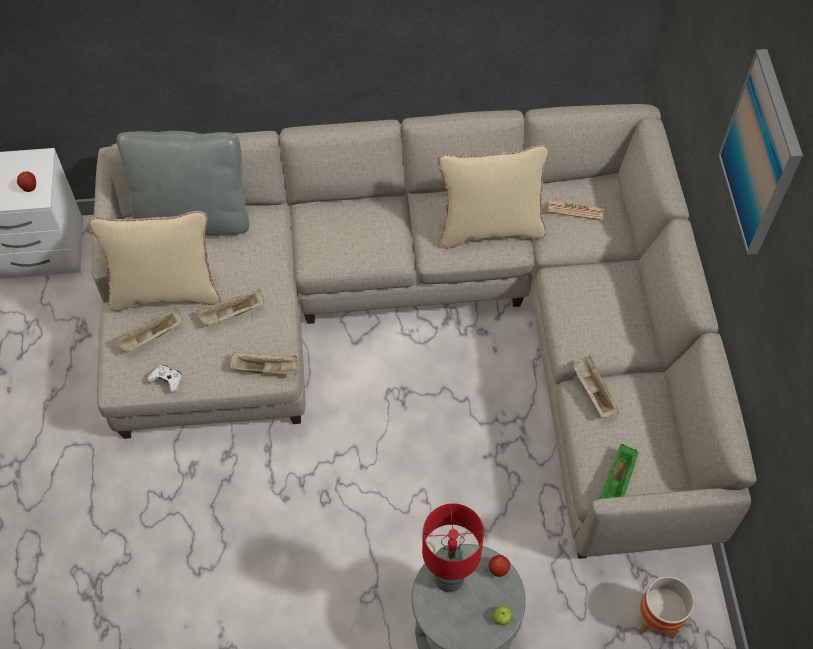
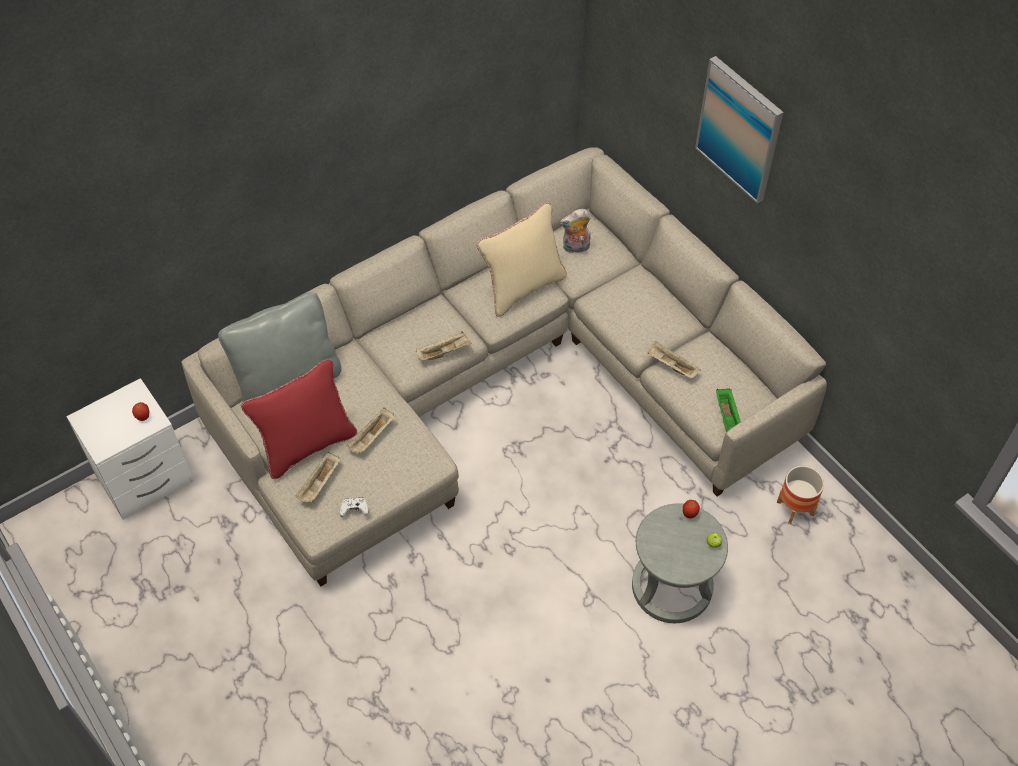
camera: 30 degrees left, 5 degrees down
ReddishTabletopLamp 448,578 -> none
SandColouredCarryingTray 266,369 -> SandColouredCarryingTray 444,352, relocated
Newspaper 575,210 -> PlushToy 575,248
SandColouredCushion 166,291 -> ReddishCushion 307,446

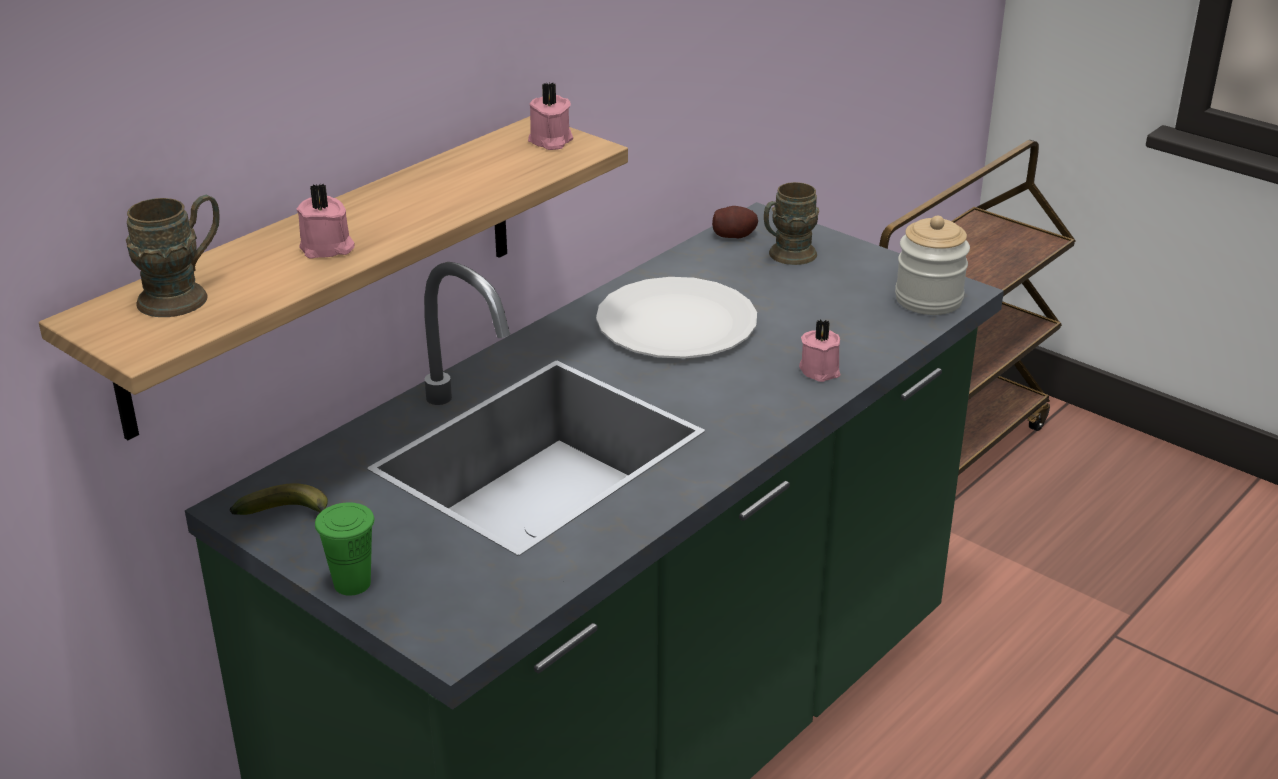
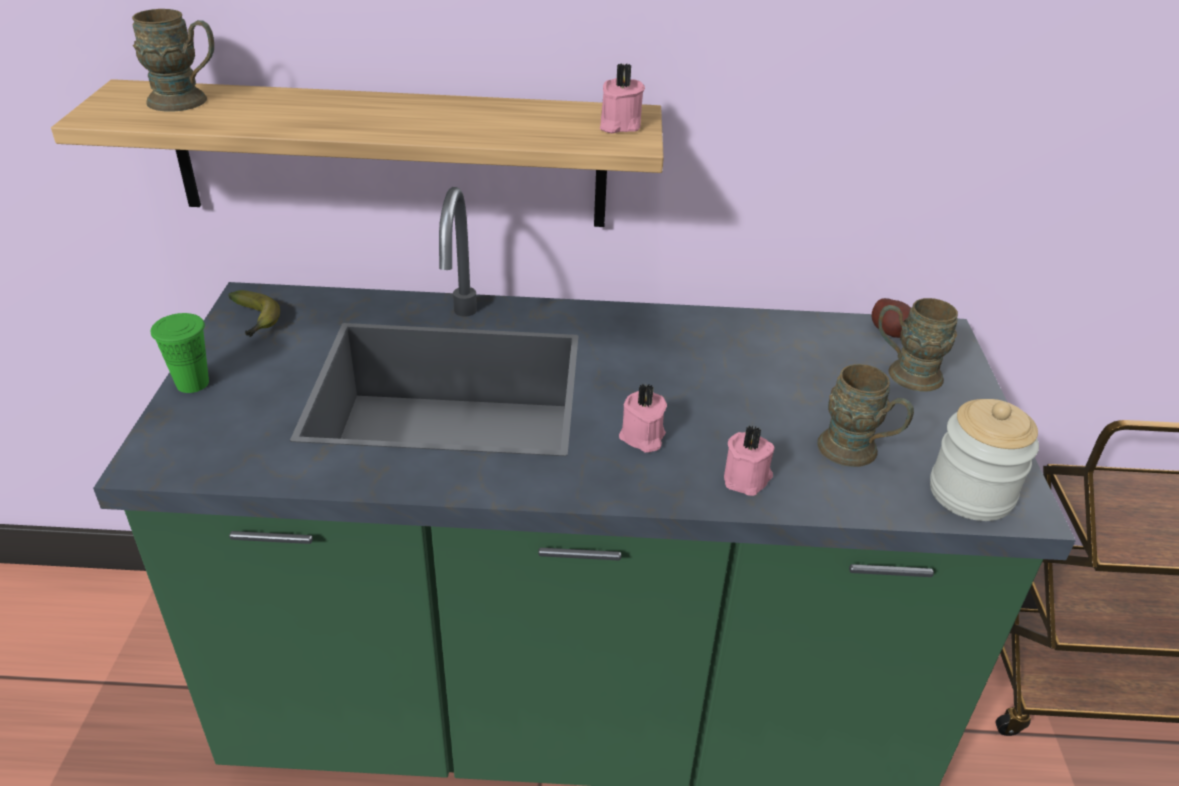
camera: 50 degrees right, 5 degrees up
WhitePlate 676,323 -> none
none -> BrownMug 857,453
PinkColouredCandle 327,248 -> PinkColouredCandle 642,437, relocated

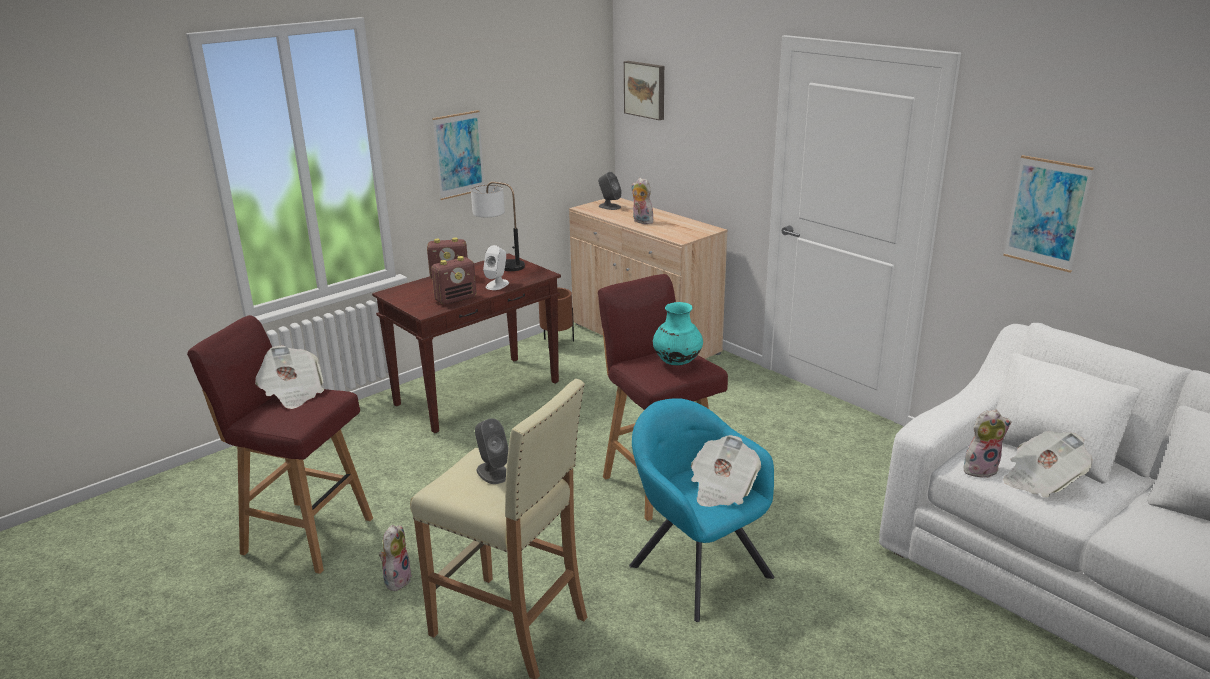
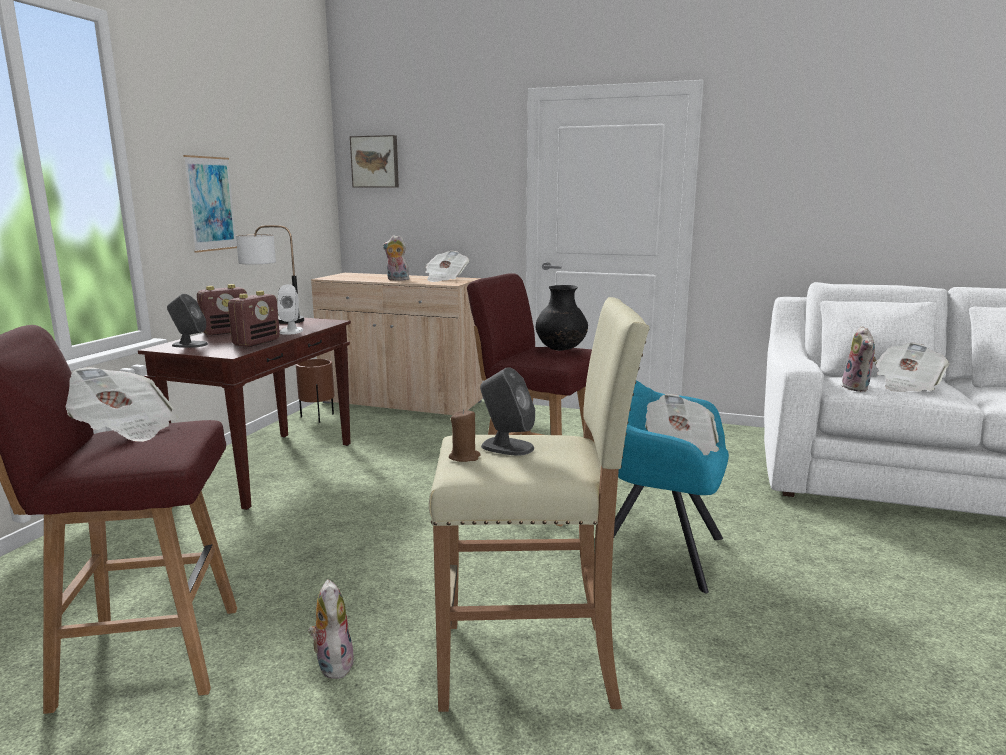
camera: 30 degrees left, 10 degrees down
WallArt 1046,213 -> none
none -> Newspaper 445,279
none -> BrownCandle 464,457
GreyAudioSpeaker 609,206 -> GreyAudioSpeaker 189,344, relocated
TurquoiseColouredDecorativeVase 677,362 -> BlackDecorativeVase 560,349
PlushToy 980,469 -> PlushToy 858,388, 135 degrees clockwise

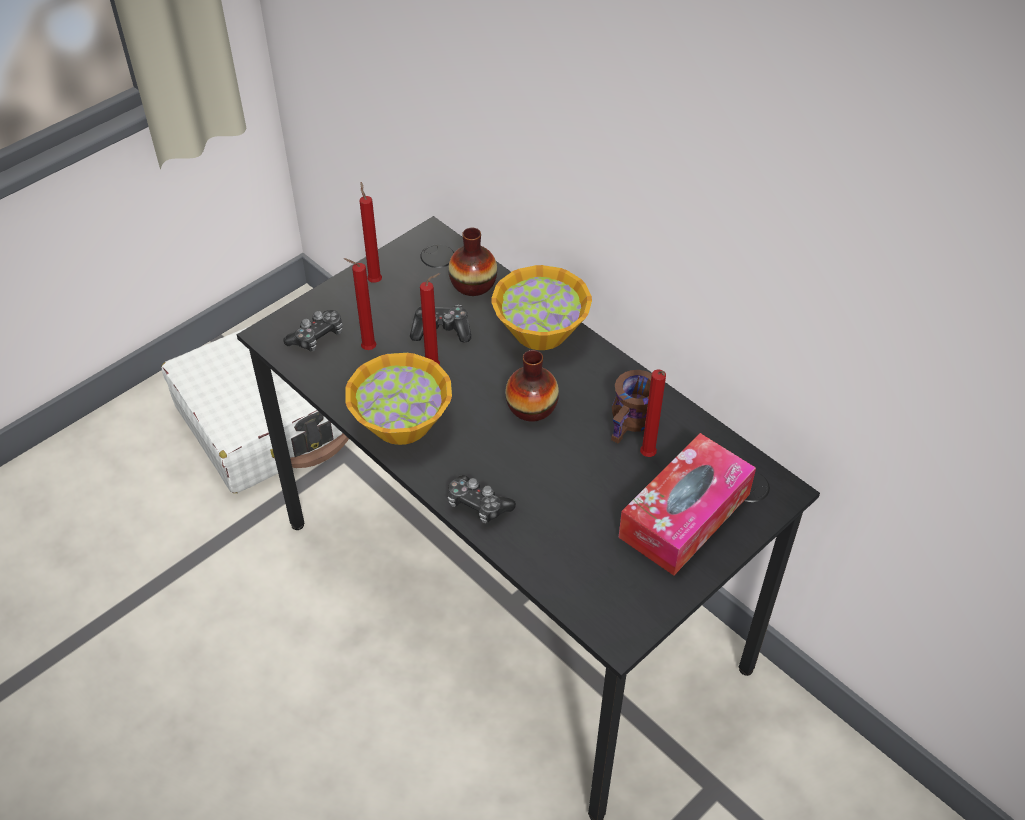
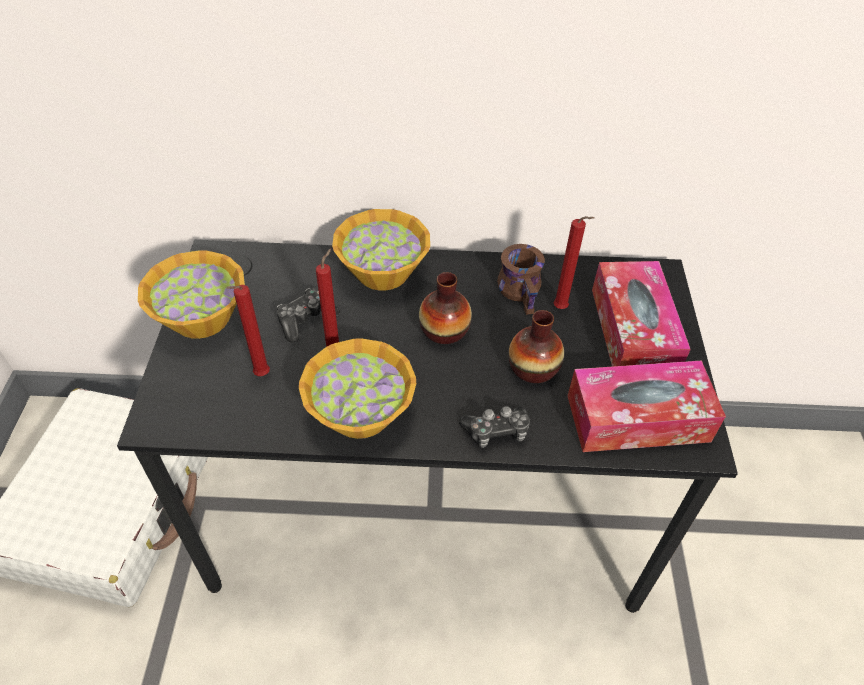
camera: 45 degrees left, 0 degrees up
GameController 317,337 -> none
none -> TissueBox 637,418
DecorativeVase 473,284 -> DecorativeVase 533,368, relocated
ReddishCandle 374,280 -> ServingBowl 201,317

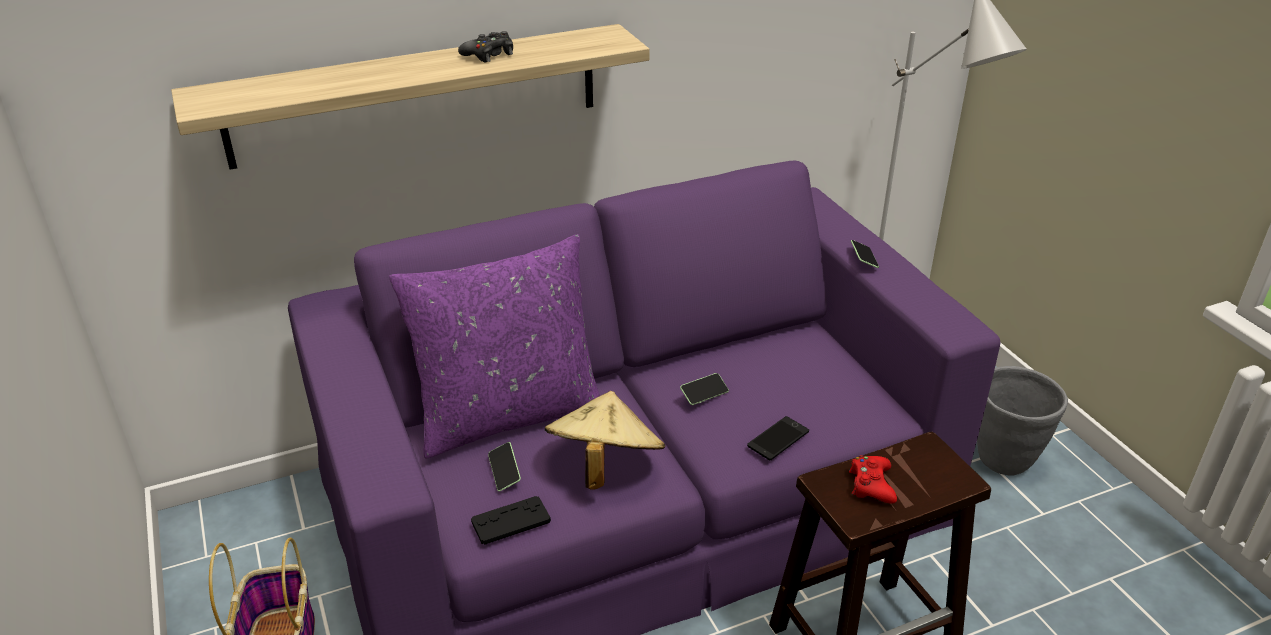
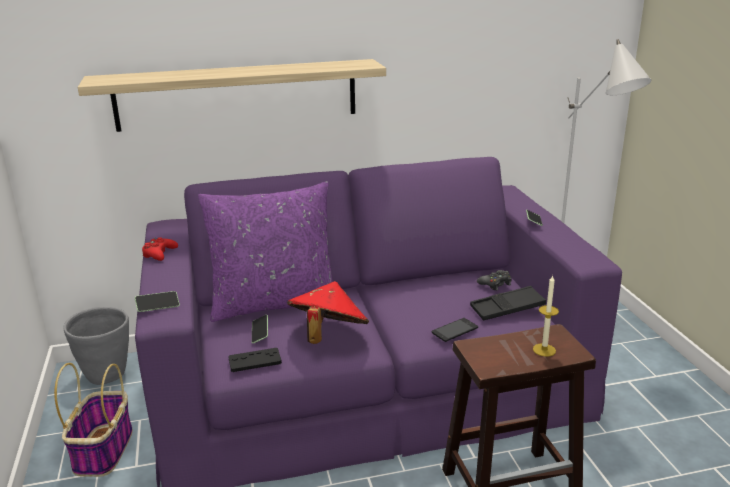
camera: 10 degrees right, 10 degrees down
none -> BlackCarryingTray 507,308
none -> Candle 544,350
BlackGameController 489,54 -> BlackGameController 495,284, relocated
Telephone 704,394 -> Telephone 158,306, relocated
ReddishGameController 871,485 -> ReddishGameController 159,254, relocated
GreyFlowerPot 1004,459 -> GreyFlowerPot 107,375, relocated
SandColouredWearableHat 604,466 -> ReddishWearableHat 328,335

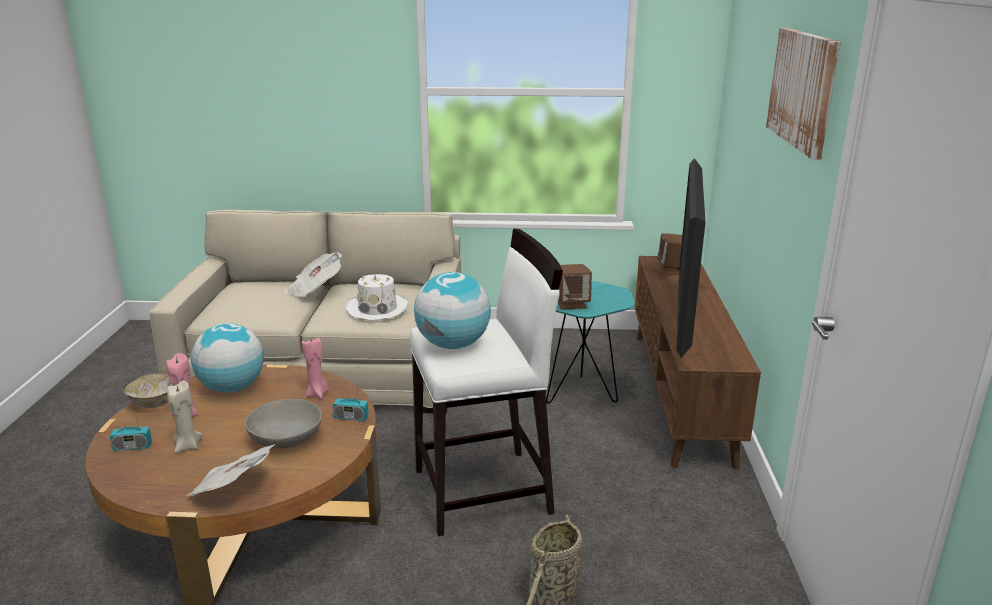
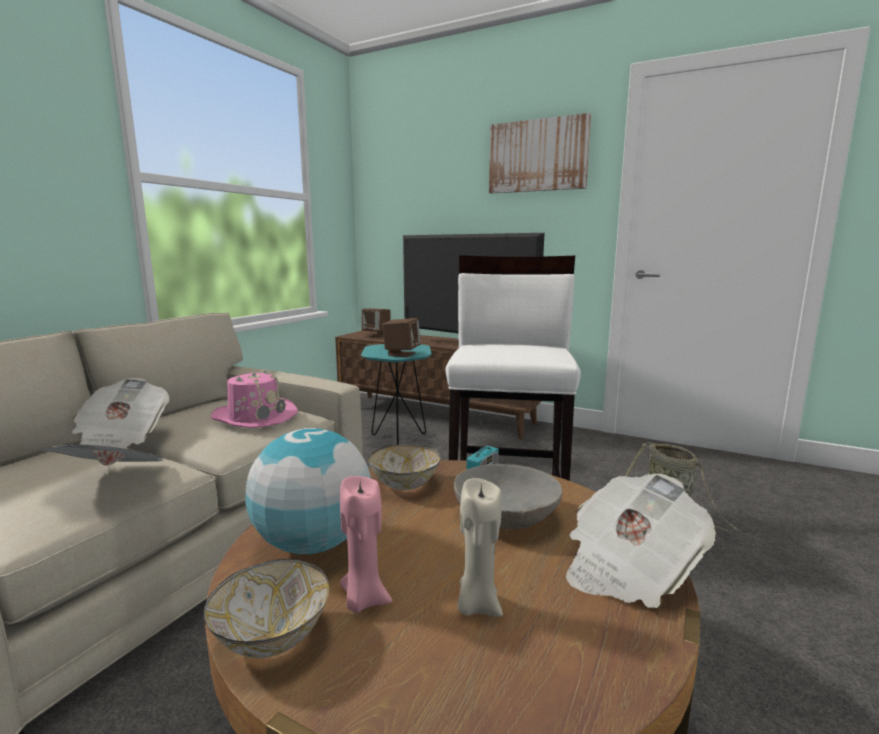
camera: 65 degrees left, 10 degrees down
Radio 132,447 -> none
WorldGlobe 453,345 -> none
none -> Newspaper 116,482
PinkColouredCandle 317,394 -> ServingBowl 406,484
WhiteWearableHat 377,308 -> PinkColouredWearableHat 255,416

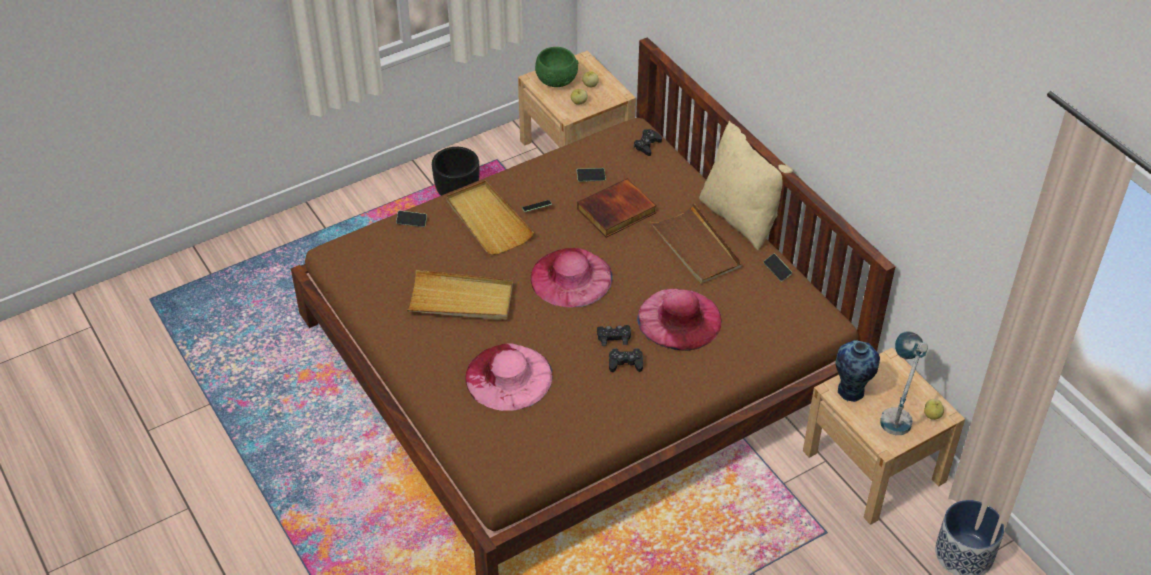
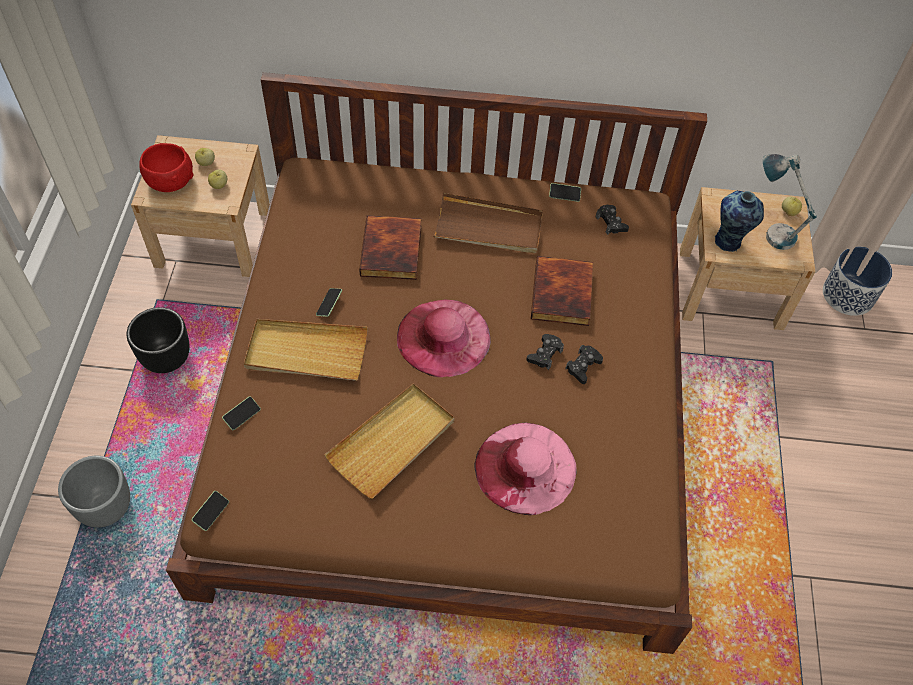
camera: 55 degrees left, 10 degrees up
SandColouredCushion 741,217 -> none
none -> GreyFlowerPot 105,507
Telephone 591,178 -> Telephone 211,513, relocated
BlackGameController 647,145 -> BlackGameController 611,223, relocated
PinkColouredWearableHat 679,319 -> Book 563,294
GreenServingBowl 556,79 -> ReddishServingBowl 170,180

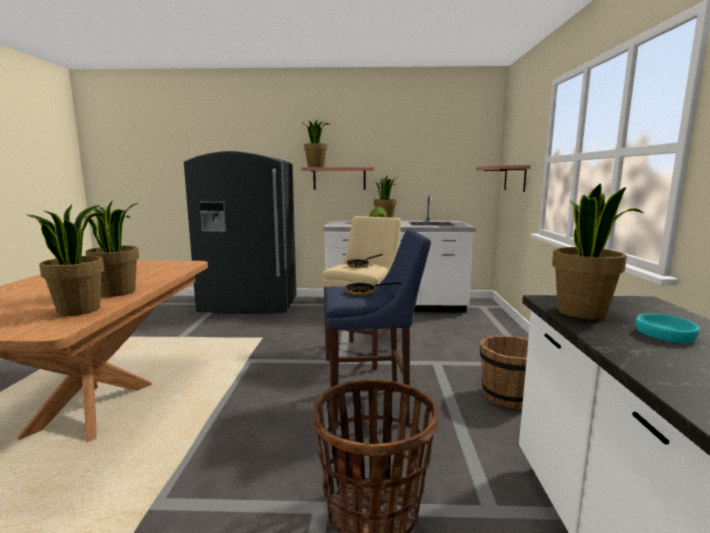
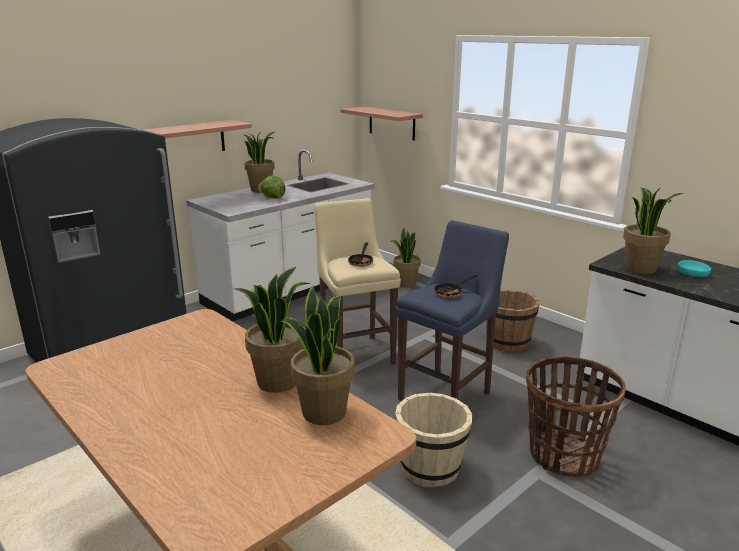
camera: 45 degrees left, 10 degrees up
none -> SandColouredWaterBucket 431,468
Houseplant 316,167 -> Houseplant 406,283, relocated

